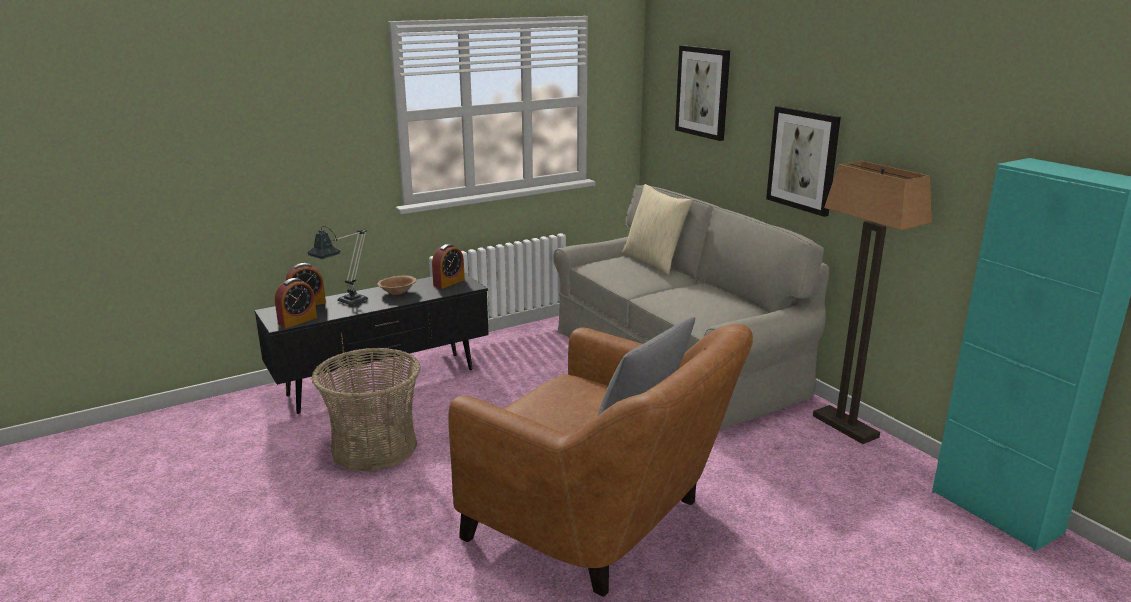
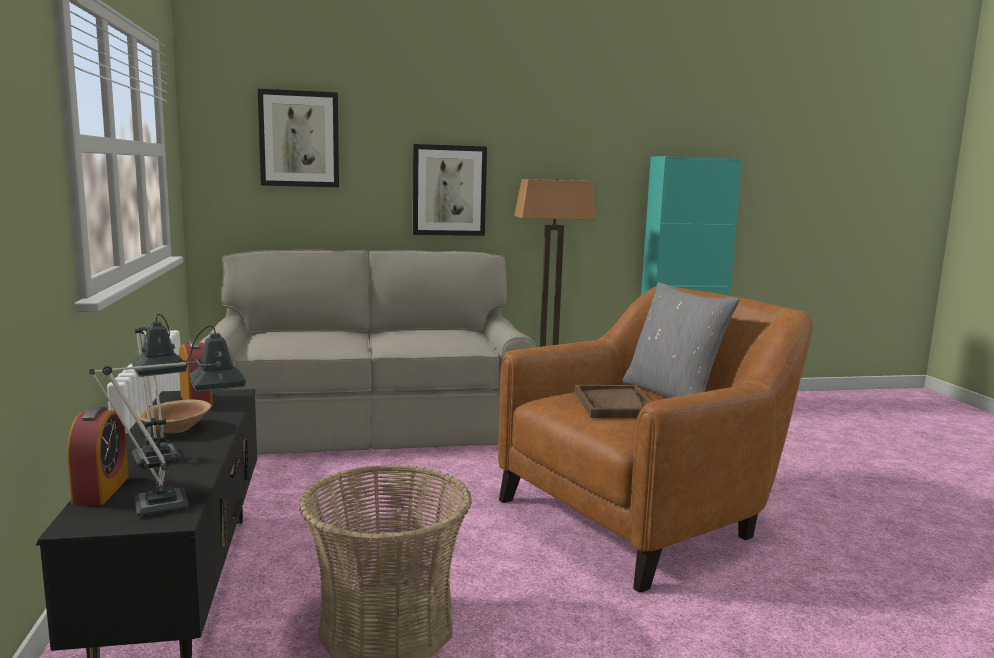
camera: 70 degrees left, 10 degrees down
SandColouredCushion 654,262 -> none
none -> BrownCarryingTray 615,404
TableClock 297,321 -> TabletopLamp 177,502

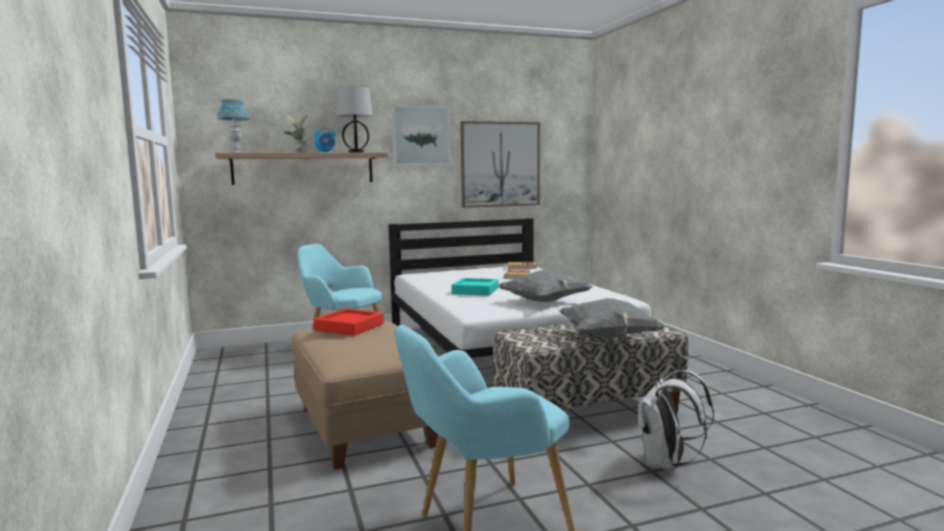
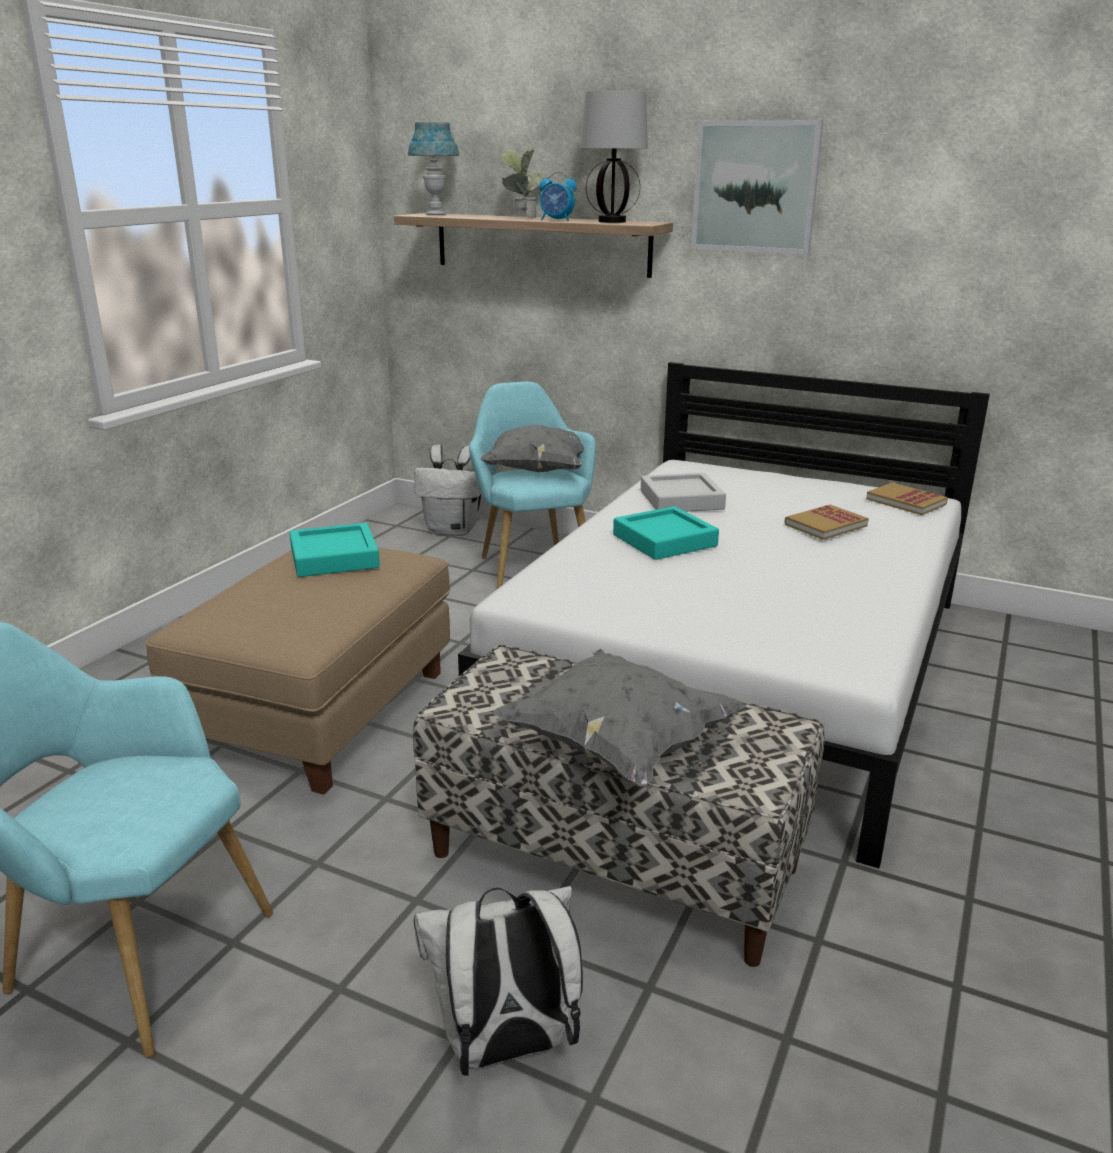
camera: 45 degrees right, 15 degrees up
WallArt 500,164 -> none
none -> WhiteKnapsack 453,530
none -> GreyCarryingTray 681,500
GreyCushion 544,302 -> GreyCushion 537,471, relocated
ReddishCarryingTray 349,327 -> TurquoiseColouredCarryingTray 334,557

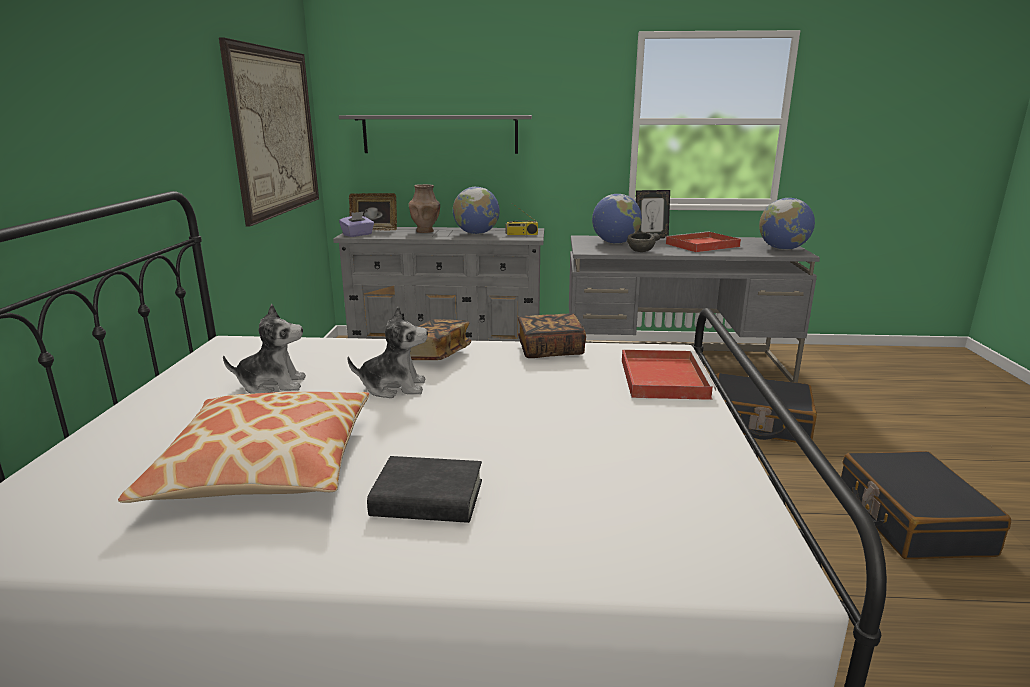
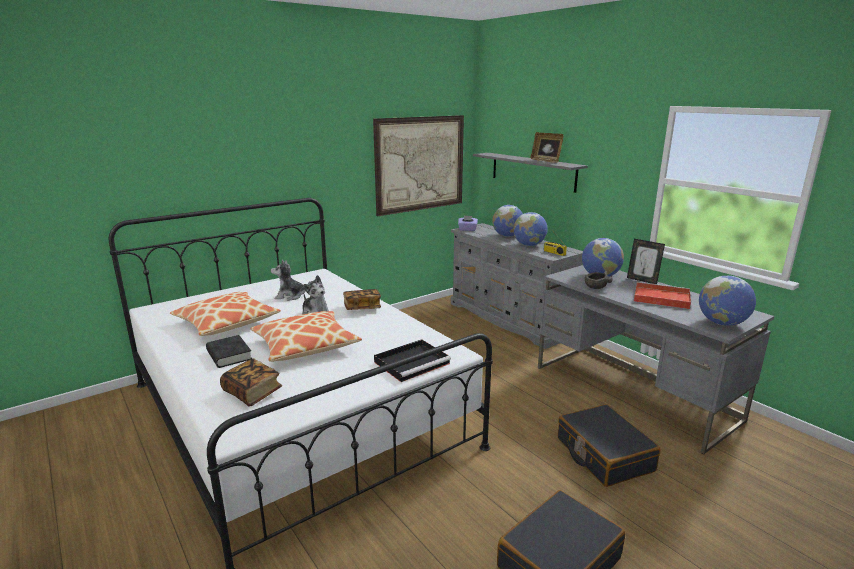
camera: 50 degrees right, 0 degrees up
none -> Cushion 305,346
StandingFrame 374,229 -> StandingFrame 546,161, relocated
Book 550,350 -> Book 252,393, relocated
BrownDecorativeVase 425,231 -> WorldGlobe 507,236
ReddishCarryingTray 662,378 -> BlackCarryingTray 413,362
PlushToy 272,385 -> PlushToy 290,296, 135 degrees clockwise

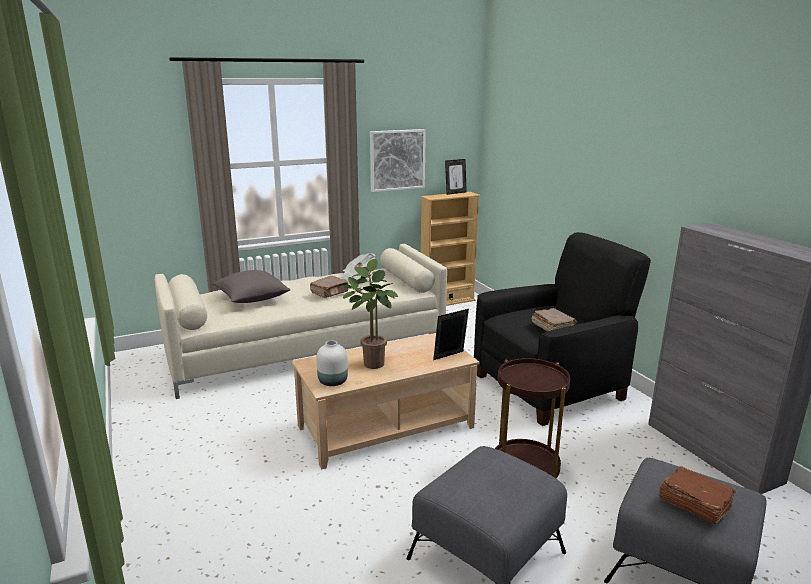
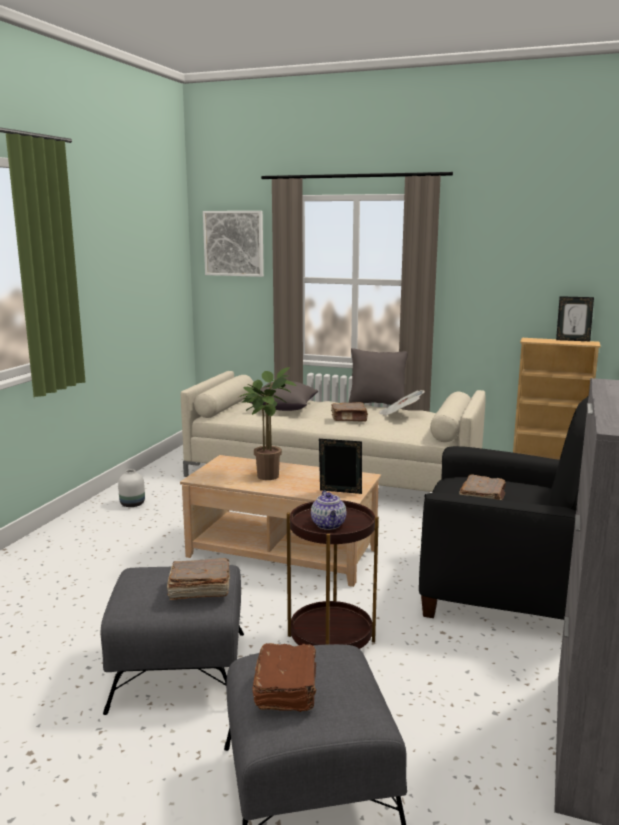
camera: 45 degrees right, 5 degrees down
none -> BrownBook 199,590
none -> PotForTea 329,525
none -> GreyCushion 377,404
WhiteDecorativeVase 332,381 -> WhiteDecorativeVase 133,504, relocated
WallArt 397,160 -> WallArt 234,243, relocated

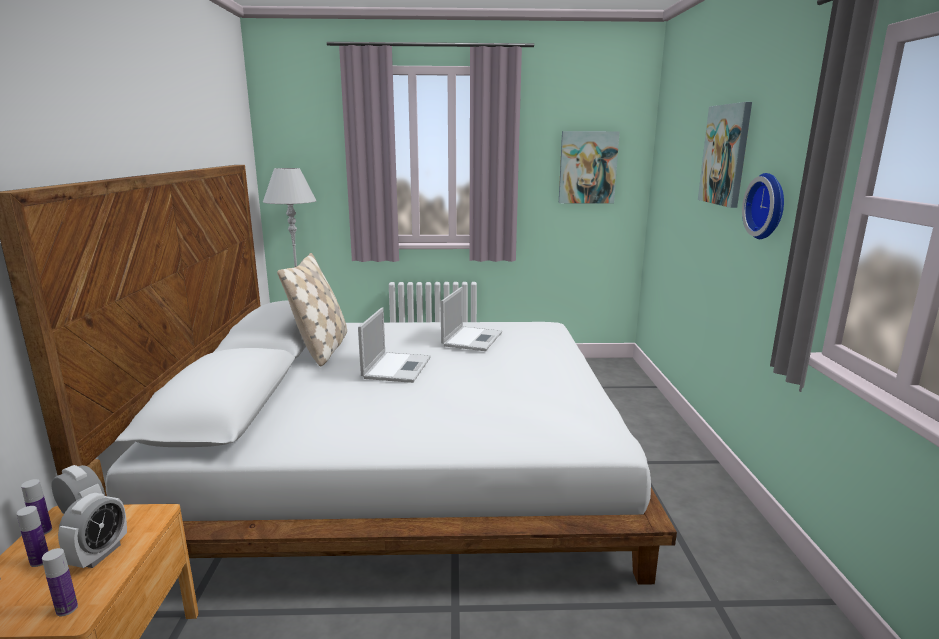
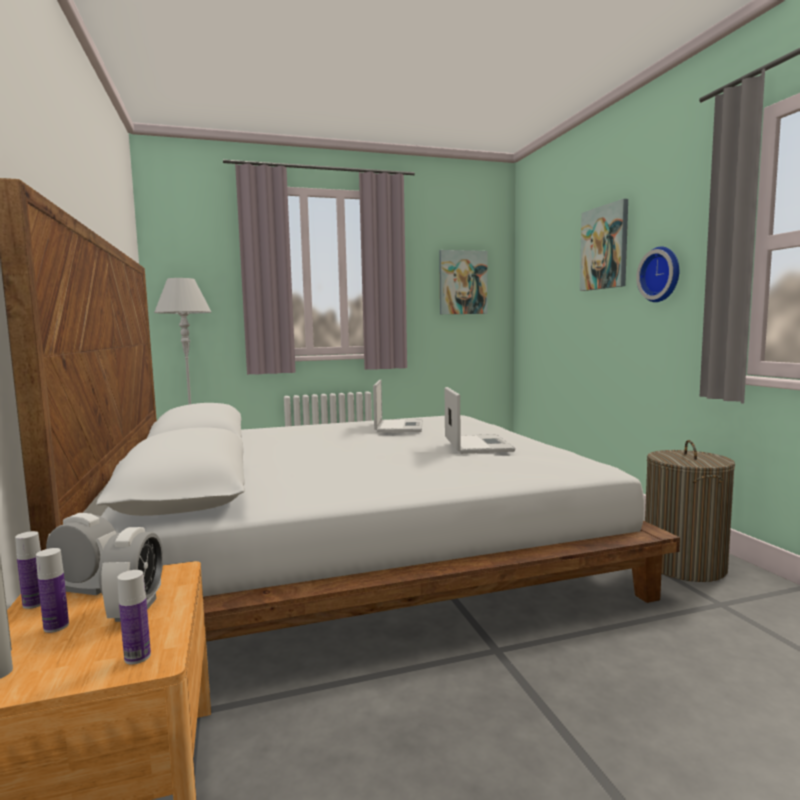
camera: 15 degrees left, 10 degrees down
SandColouredCushion 322,349 -> none
none -> LaundryBasket 684,565
Laptop 397,367 -> Laptop 477,444, relocated

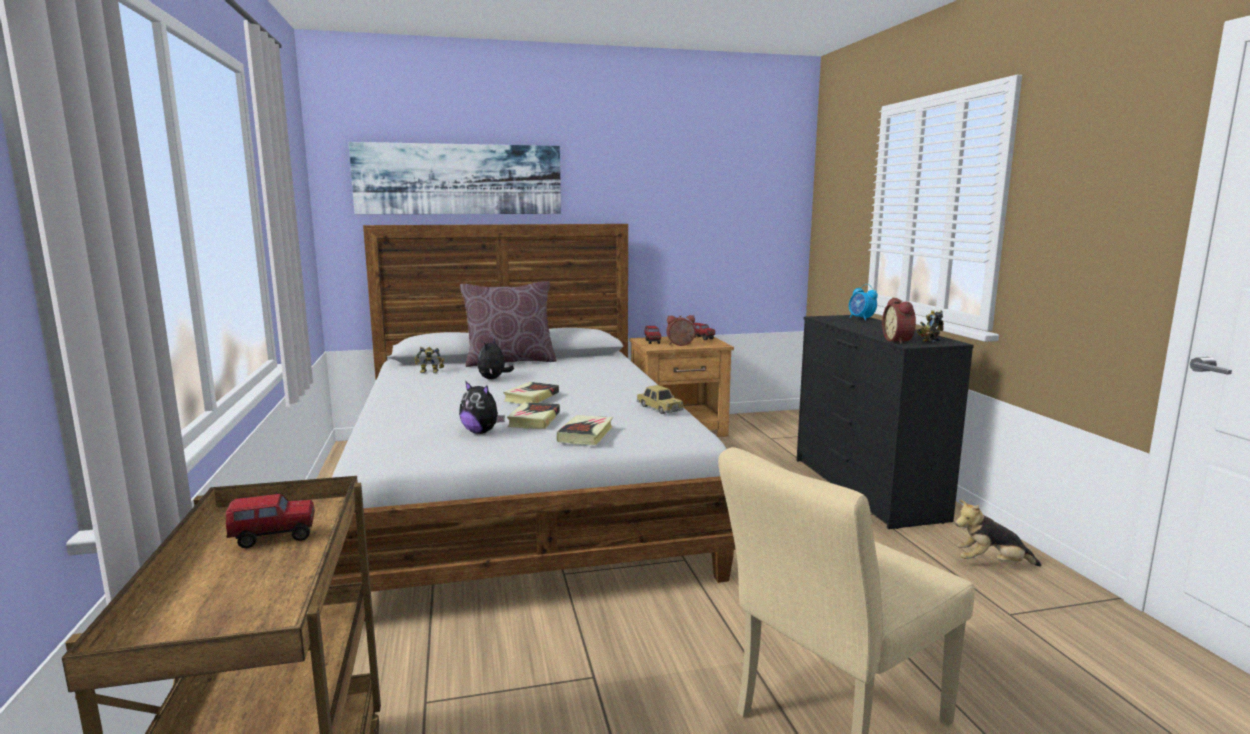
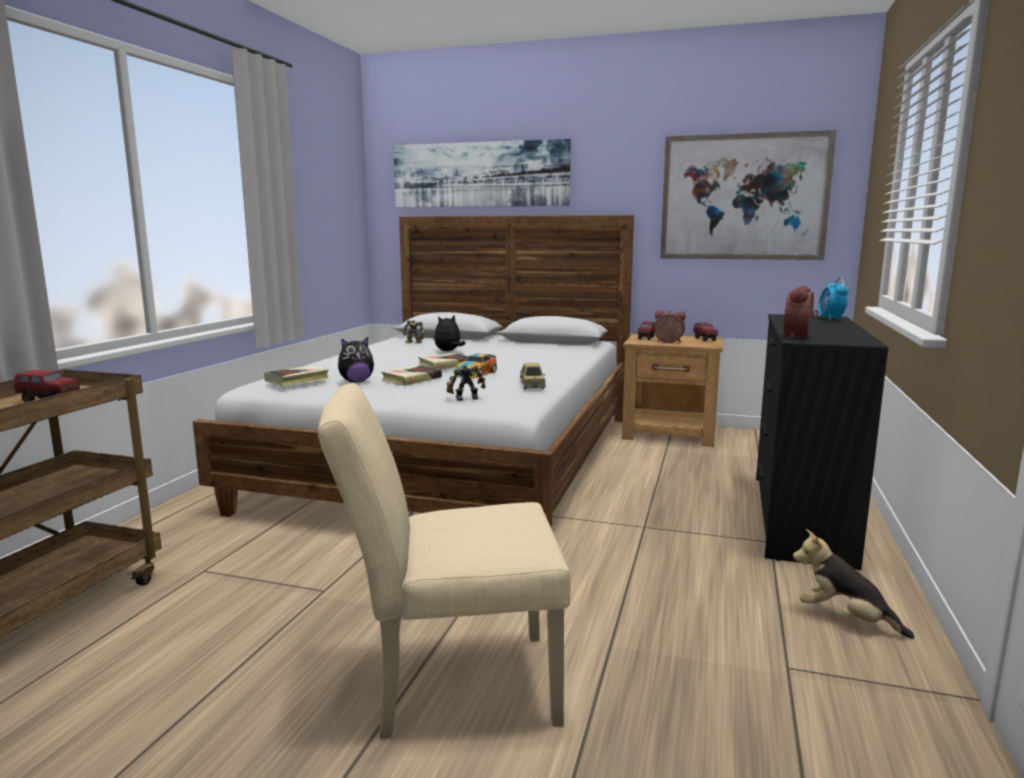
camera: 30 degrees right, 0 degrees up
BrownCushion 510,361 -> none
none -> ModelCar 475,373
none -> WallArt 743,197
Book 585,434 -> Book 297,380, relocated
ToyRobot 929,341 -> ToyRobot 465,398, relocated
PlushToy 481,432 -> PlushToy 356,381, 90 degrees counterclockwise

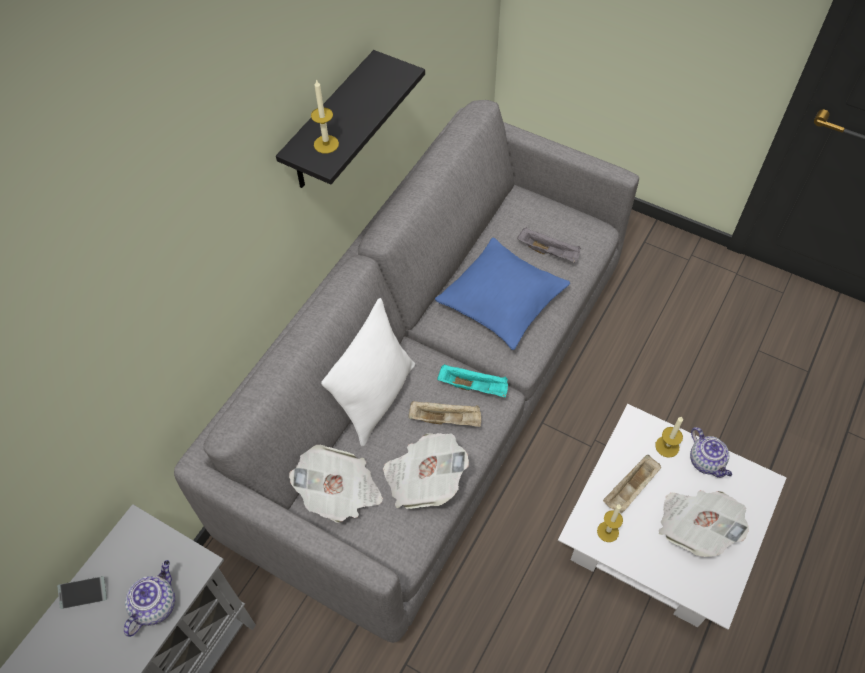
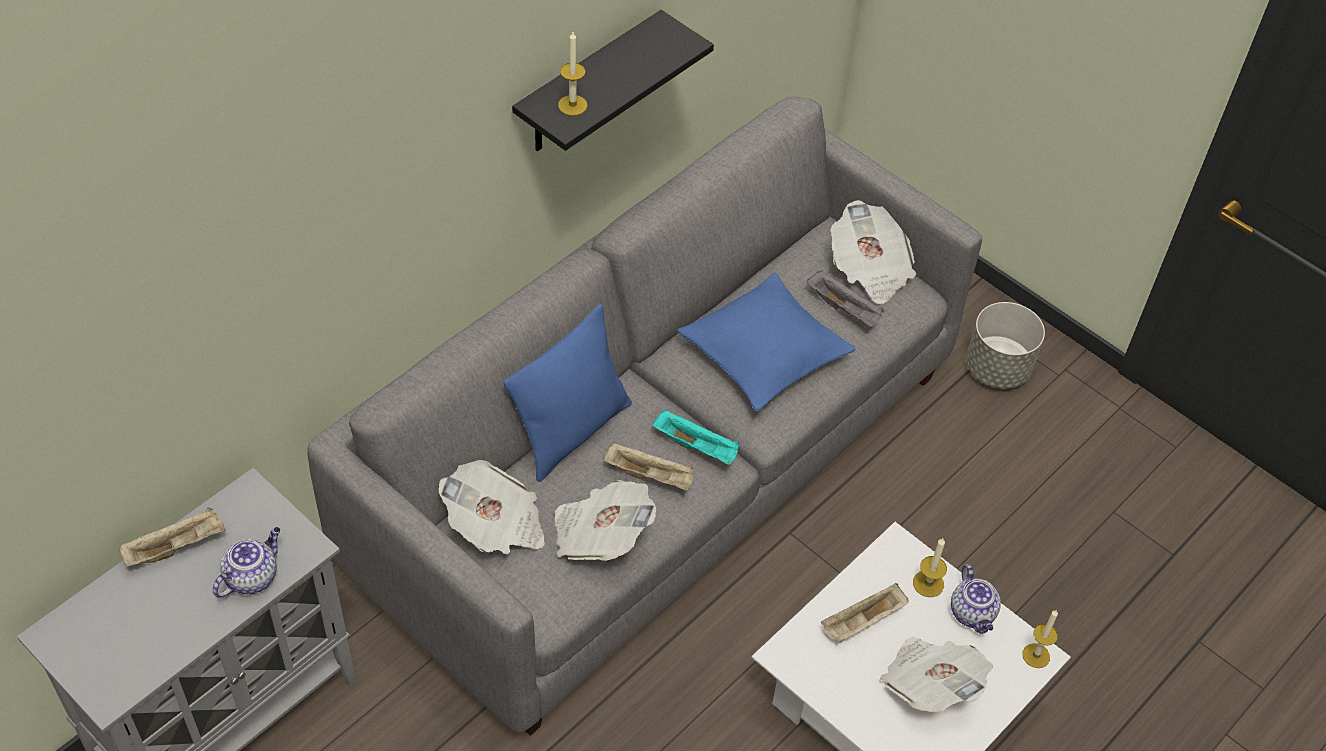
camera: 10 degrees right, 5 degrees down
none -> Newspaper 870,269
none -> GreyFlowerPot 998,368
Candle 607,531 -> Candle 1036,655, relocated
Telephone 84,594 -> SandColouredCarryingTray 176,547
WhiteCushion 376,398 -> BlueColouredCushion 572,432

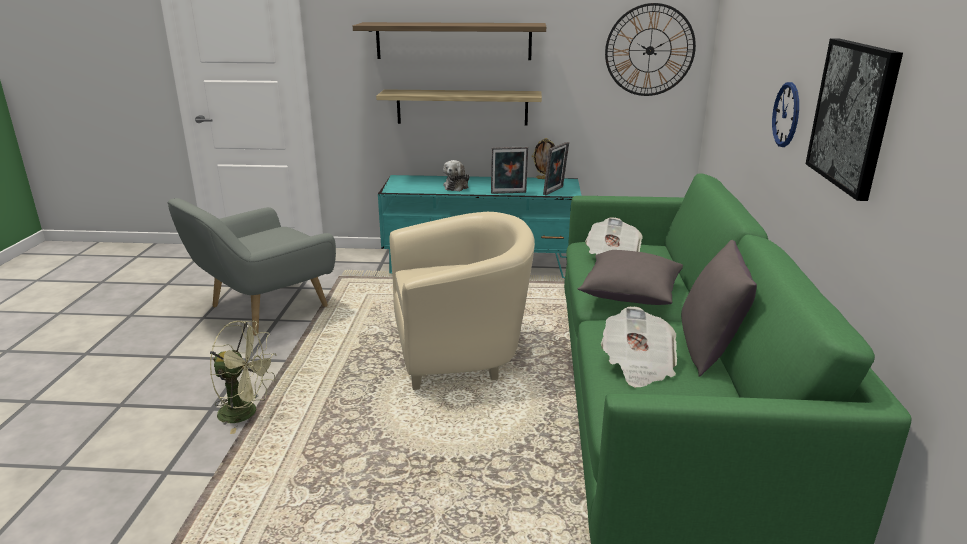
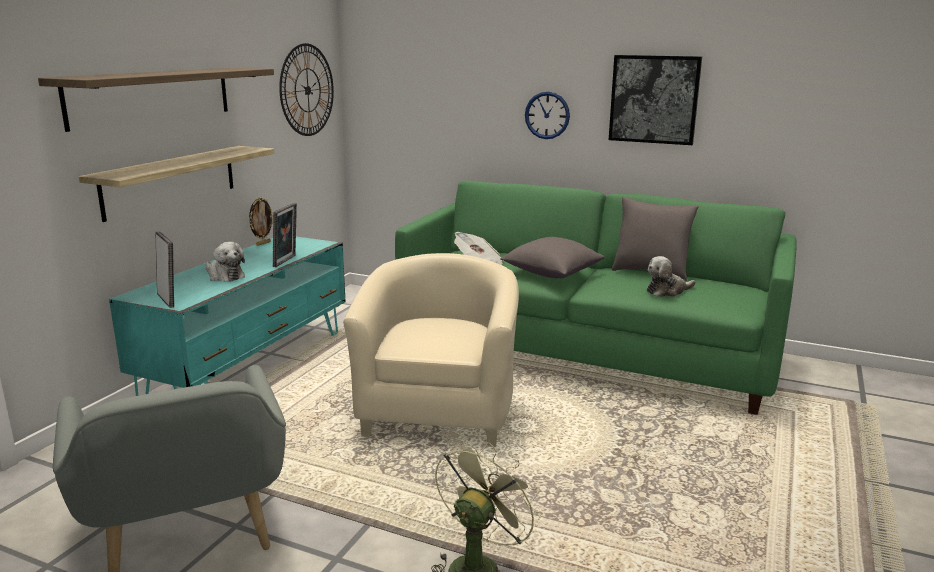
camera: 70 degrees left, 5 degrees down
StandingFrame 555,191 -> StandingFrame 168,300, relocated
Newspaper 637,365 -> PlushToy 667,291

